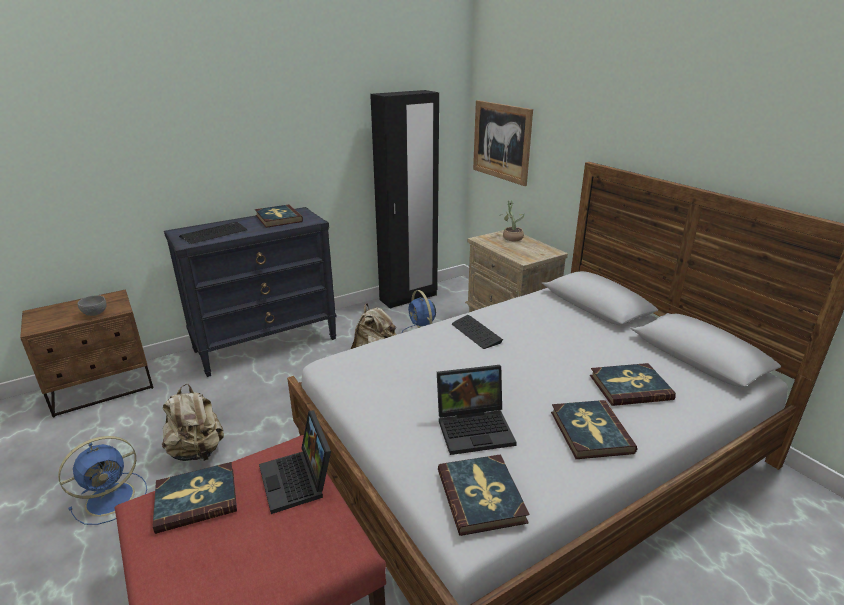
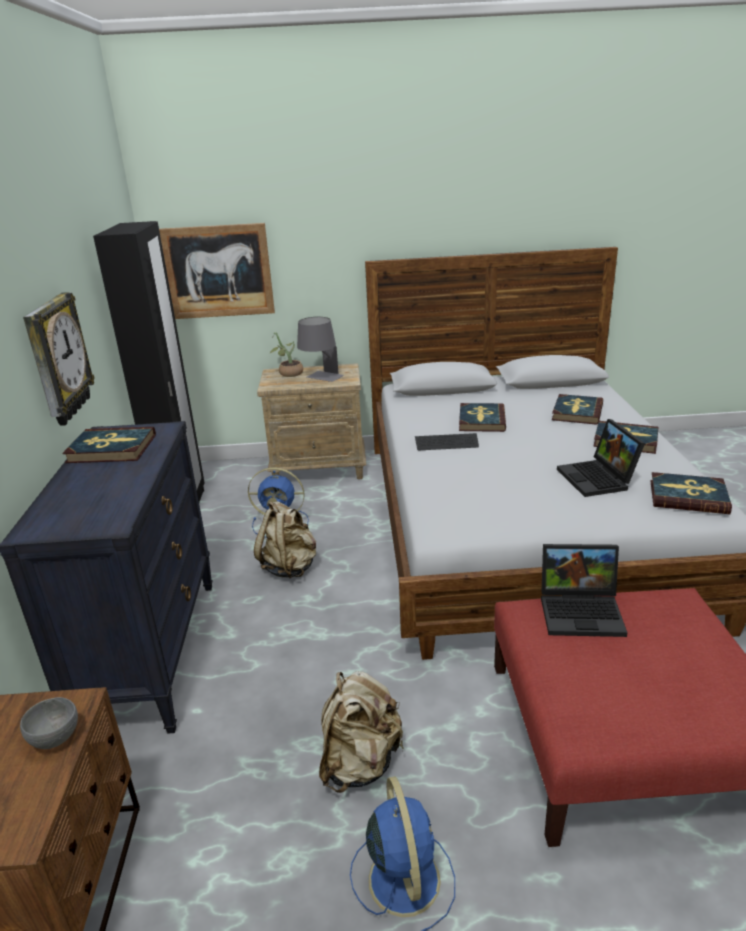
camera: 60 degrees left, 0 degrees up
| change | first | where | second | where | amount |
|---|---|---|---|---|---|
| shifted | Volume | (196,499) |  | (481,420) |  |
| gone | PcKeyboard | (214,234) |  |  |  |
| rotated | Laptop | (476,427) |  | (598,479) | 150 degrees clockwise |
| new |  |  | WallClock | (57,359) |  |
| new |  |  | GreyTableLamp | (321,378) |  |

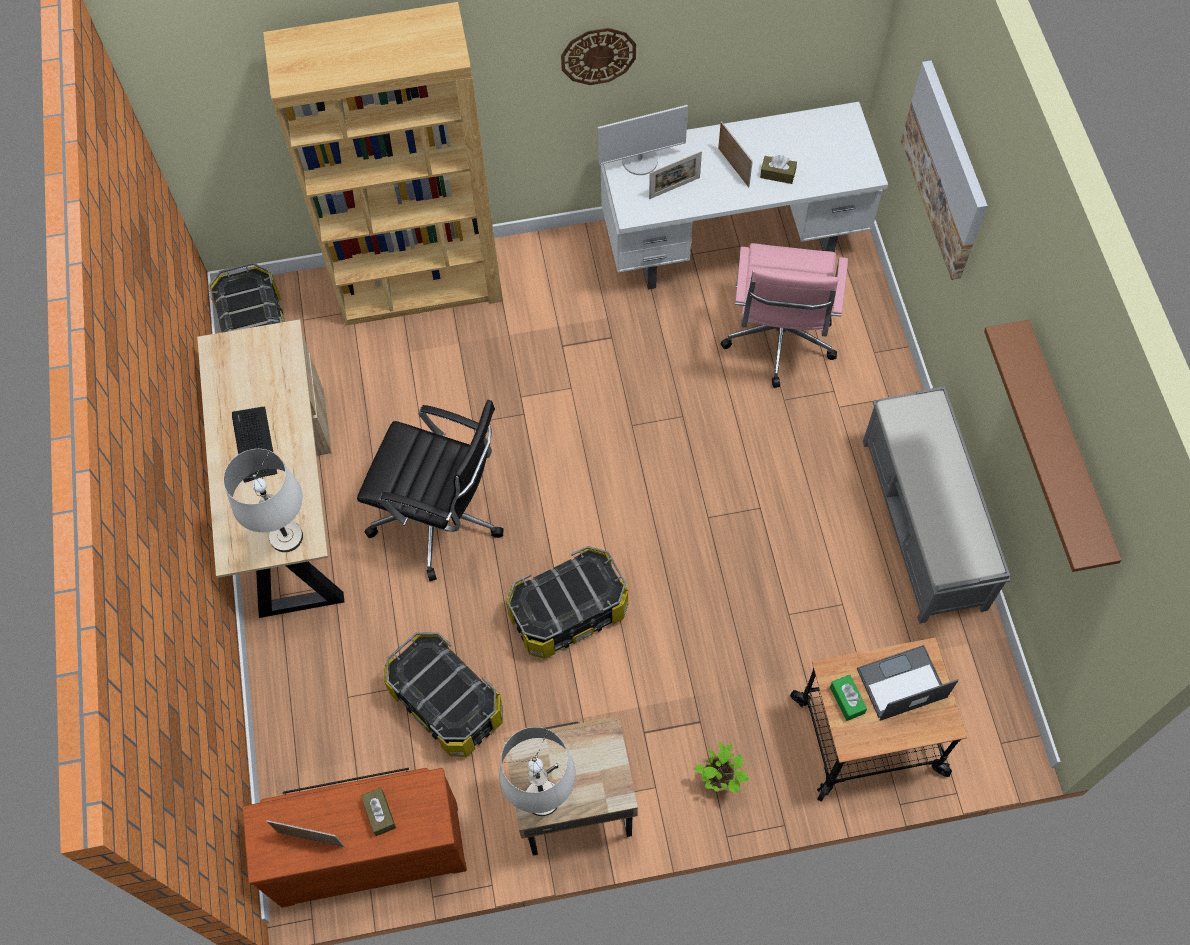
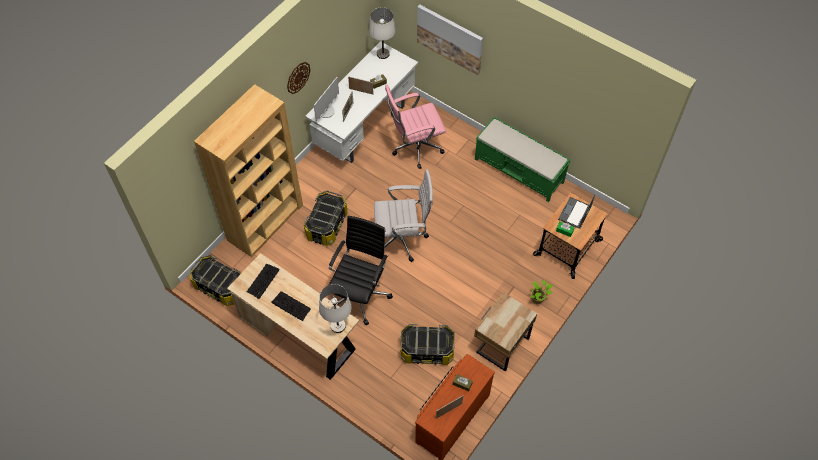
camera: 45 degrees left, 5 degrees down
| change | first | where | second | where | amount |
|---|---|---|---|---|---|
| rotated | BlackishOfficeChair | (441,518) |  | (360,294) | 45 degrees counterclockwise |
| shifted | WhitishTableLamp | (542,799) |  | (383,54) |  |
| shifted | StorageBox | (568,612) |  | (326,225) |  |
| rotated | PinkOfficeChair | (778,343) |  | (415,148) | 105 degrees clockwise |
| repainted | GreyIndoorBench | (924,525) | GreenColouredIndoorBench | (519,171) |  |
| gone | BrownColouredWallShelf | (1066,447) |  |  |  |
| new |  |  | PcKeyboard | (263,281) |  |
| new |  |  | WhitishOfficeChair | (403,239) |  |

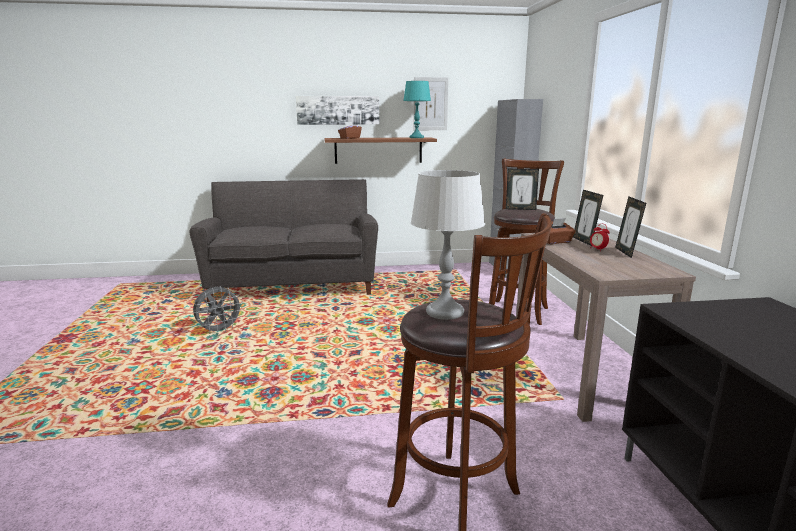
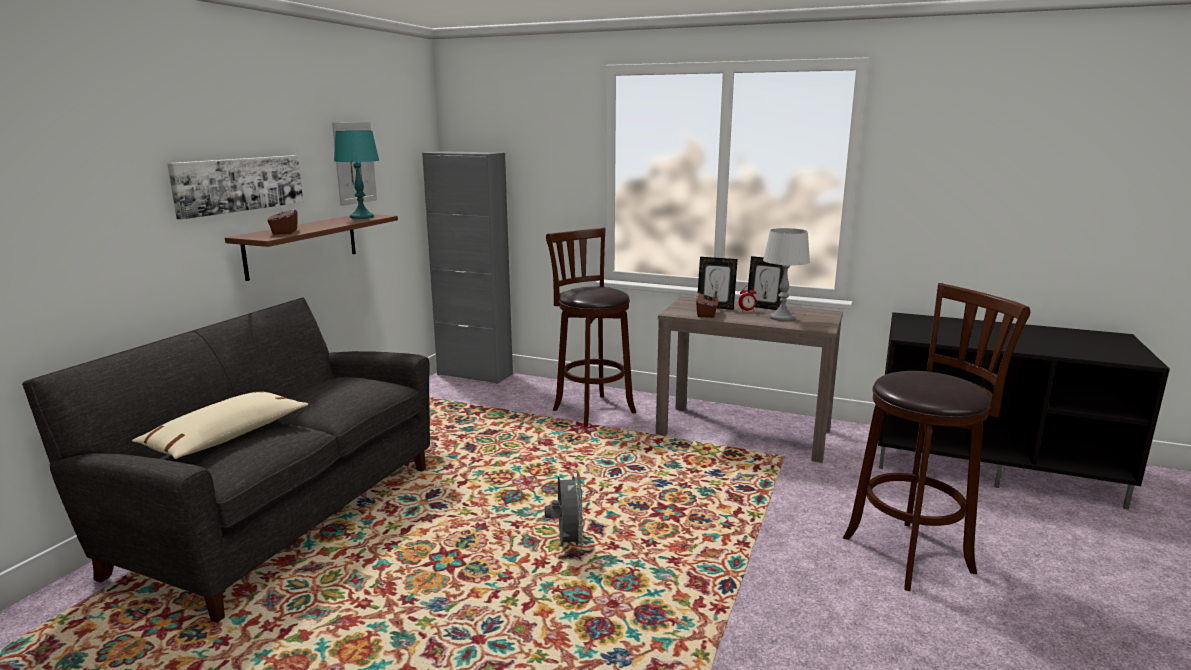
camera: 60 degrees left, 0 degrees up
| change | first | where | second | where | amount |
|---|---|---|---|---|---|
| shifted | GreyCoolingFan | (219,331) |  | (567,544) |  |
| shifted | GreyTableLamp | (445,312) |  | (782,318) |  |
| gone | PictureFrame | (520,209) |  |  |  |
| new |  |  | BeigeThrowPillow | (226,437) |  |

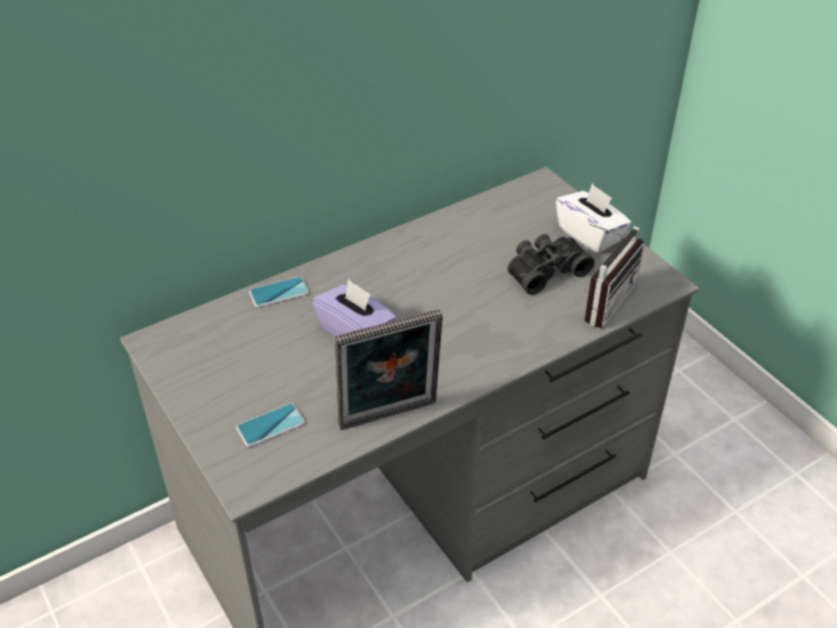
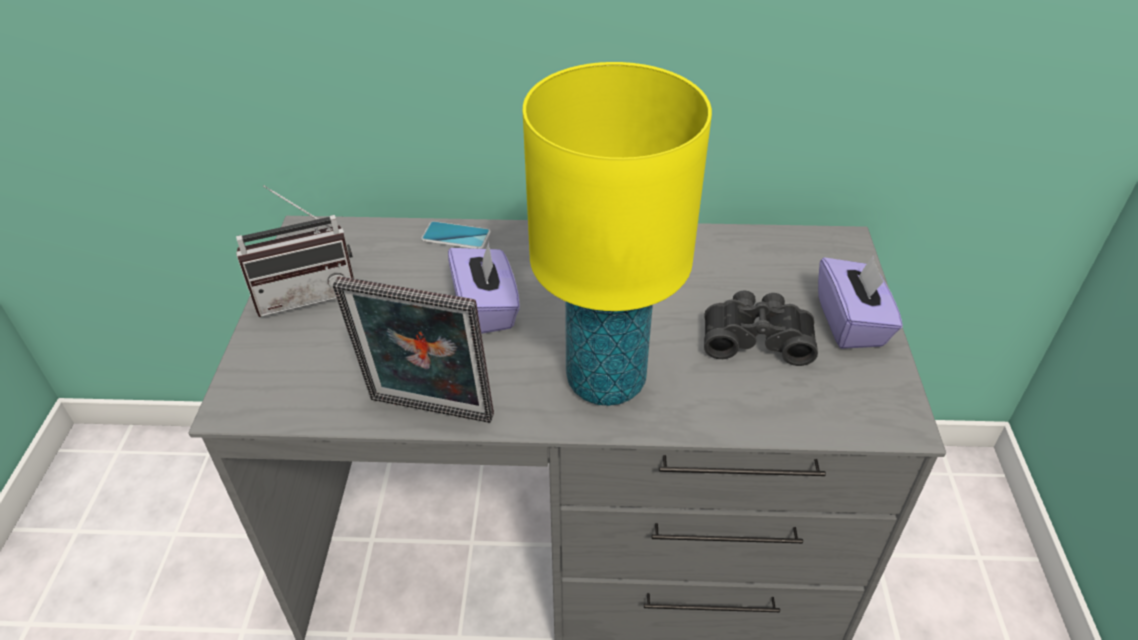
camera: 35 degrees right, 0 degrees up
| change | first | where | second | where | amount |
|---|---|---|---|---|---|
| gone | Telephone | (270,425) |  |  |  |
| repainted | WhitishBoxOfTissues | (590,235) | PurplishBoxOfTissues | (851,323) |  |
| shifted | Radio | (601,299) |  | (306,292) |  |
| new |  |  | YellowTableLamp | (606,381) |  |

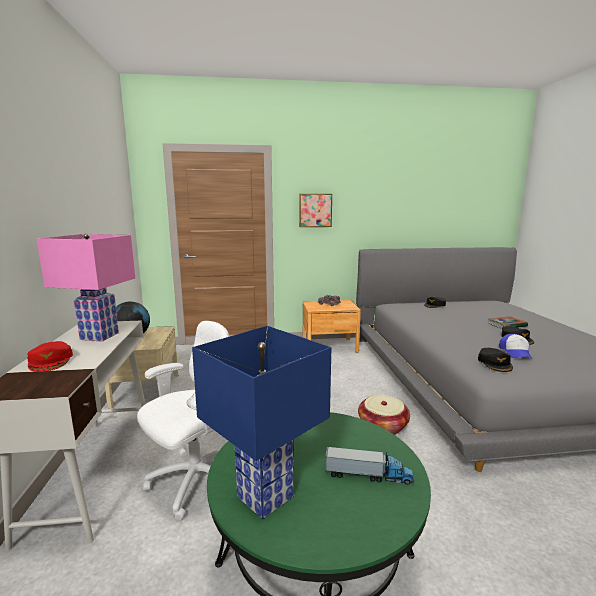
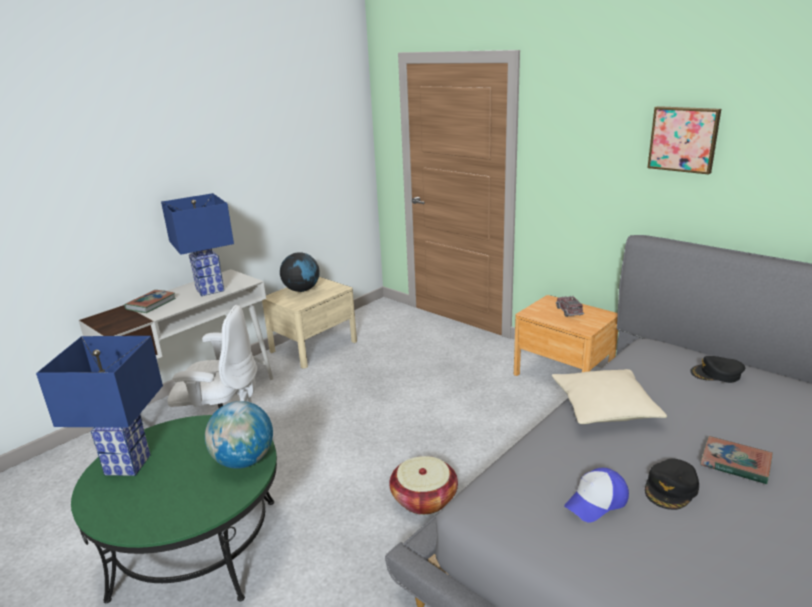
camera: 50 degrees right, 10 degrees up
| change | first | where | second | where | amount |
|---|---|---|---|---|---|
| swapped | RedCap | (51,361) | Volume | (151,304) |  |
| repainted | PinkTableLamp | (99,336) | BlueColouredTableLamp | (210,289) |  |
| shifted | Picture | (315,210) |  | (684,139) |  |
| gone | ModelTruck | (368,475) |  |  |  |
| gone | BlackishCap | (495,363) |  |  |  |
| new |  |  | Globe | (244,461) |  |
| new |  |  | BeigeThrowPillow | (604,408) |  |

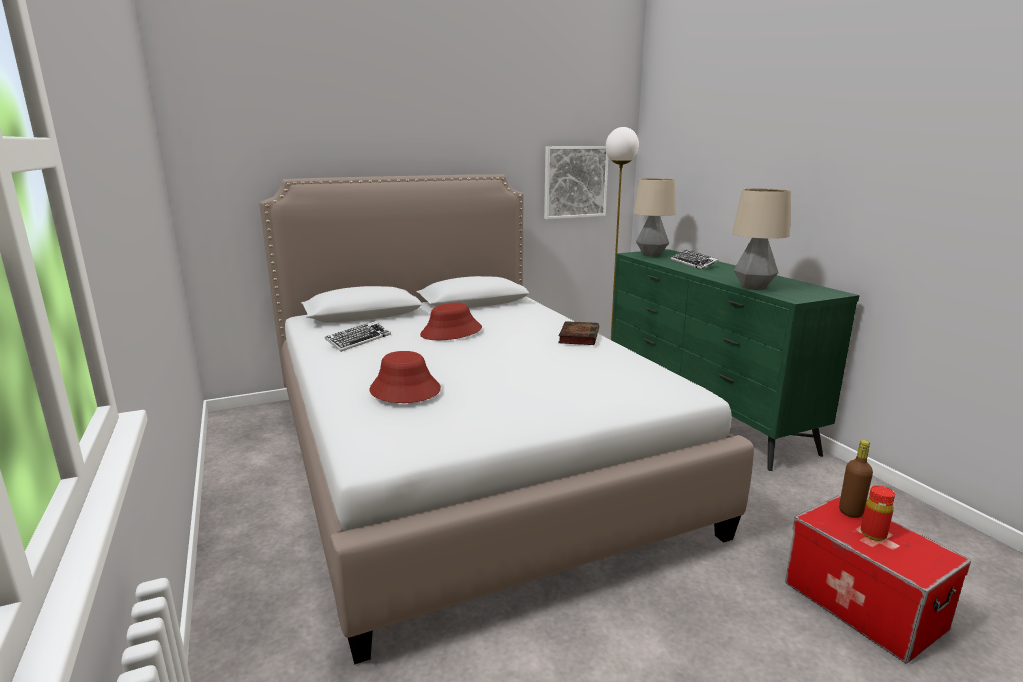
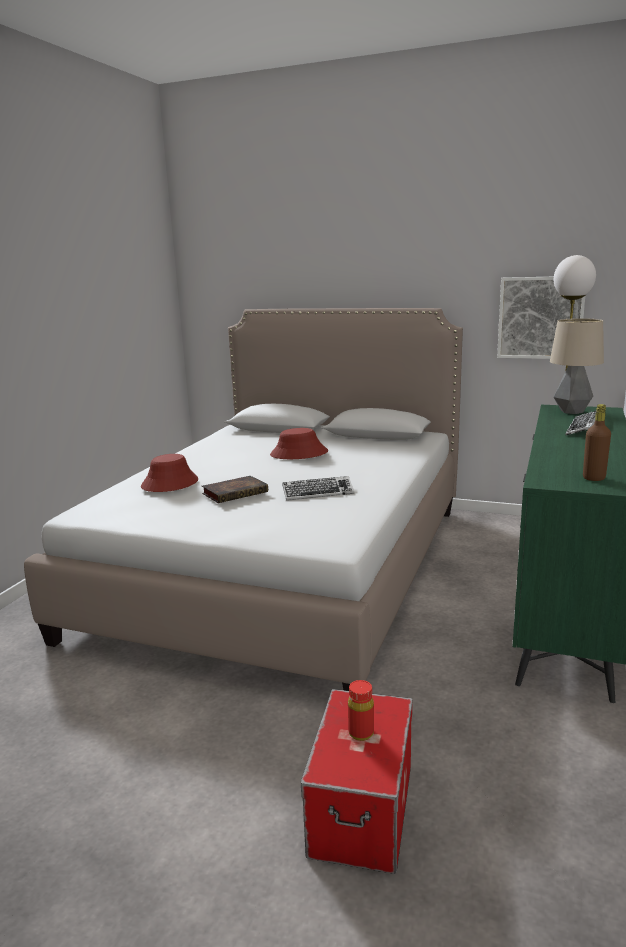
camera: 45 degrees right, 0 degrees up
| change | first | where | second | where | amount |
|---|---|---|---|---|---|
| shifted | PcKeyboard | (359,340) |  | (318,493) |  |
| shifted | Volume | (578,336) |  | (236,493) |  |
| gone | TableLamp | (753,287) |  |  |  |
| shifted | BrownColouredBeverageBottle | (850,512) |  | (594,478) |  |

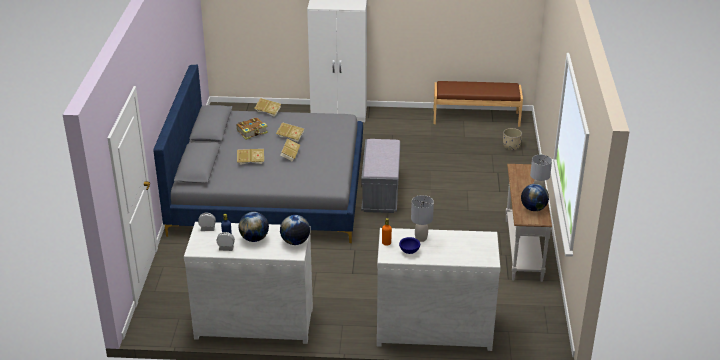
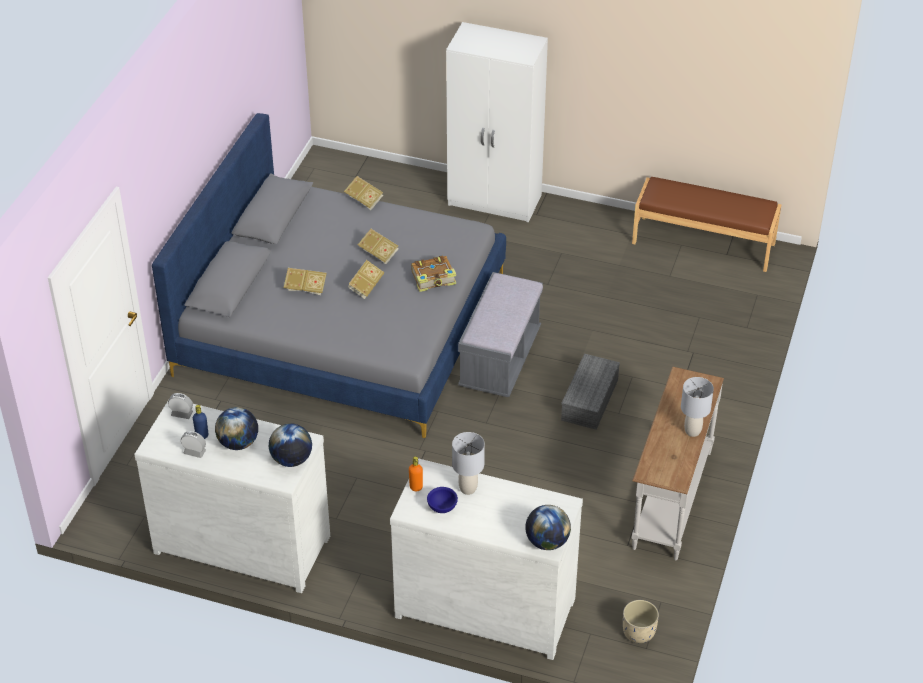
camera: 15 degrees right, 10 degrees up
| change | first | where | second | where | amount |
|---|---|---|---|---|---|
| shifted | Volume | (252,132) |  | (434,279) |  |
| shifted | BeigeFlowerPot | (511,146) |  | (639,632) |  |
| shifted | Globe | (533,208) |  | (547,542) |  |
| new |  |  | GreyStorageBox | (590,401) |  |

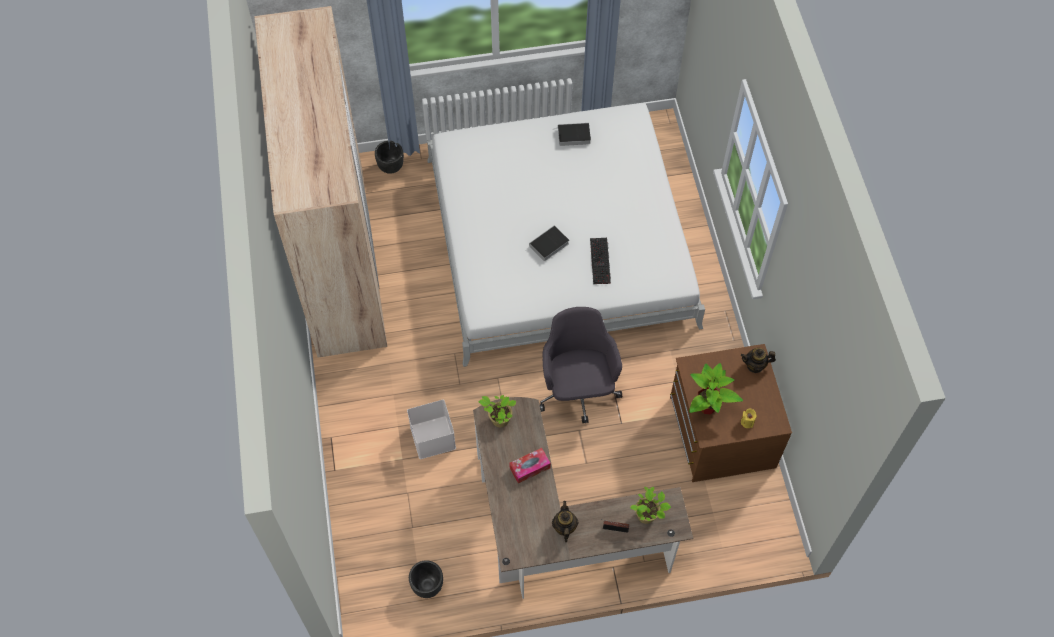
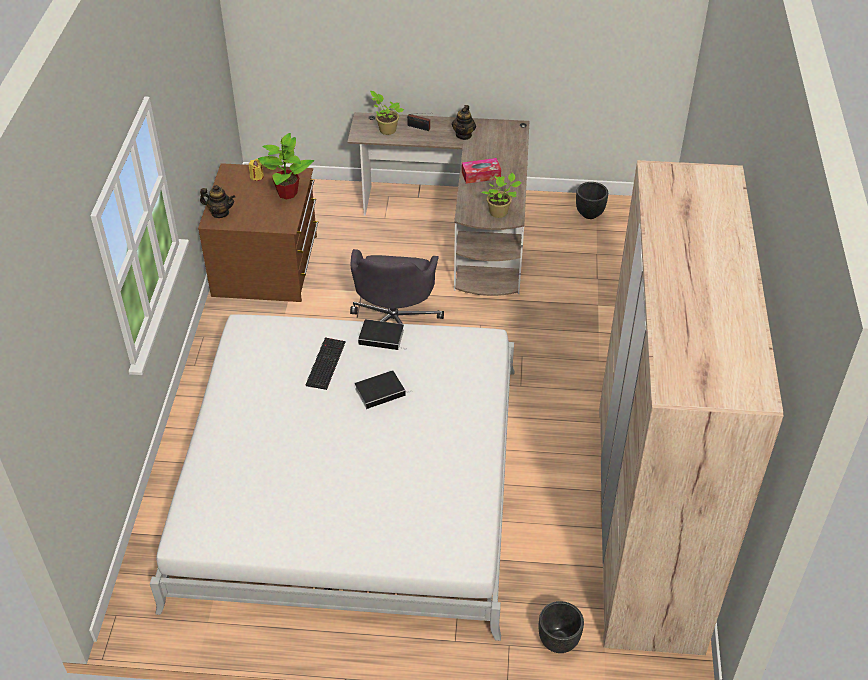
camera: 165 degrees left, 15 degrees down
| change | first | where | second | where | amount |
|---|---|---|---|---|---|
| gone | WhitishStorageBox | (434,438) |  |  |  |
| shifted | Volume | (573,136) |  | (383,337) |  |

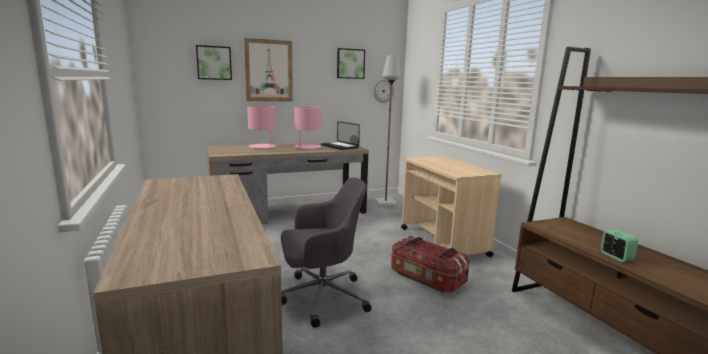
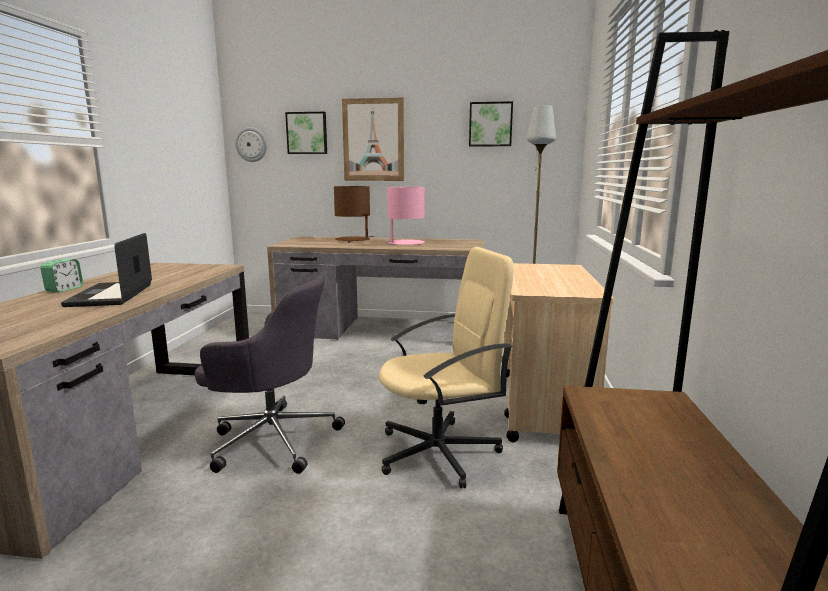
camera: 30 degrees right, 0 degrees up
| change | first | where | second | where | amount |
|---|---|---|---|---|---|
| repainted | PinkTableLamp | (262,147) | BrownColouredTableLamp | (353,240) |  |
| shifted | Laptop | (339,146) |  | (111,295) |  |
| shifted | WallClock | (383,91) |  | (251,144) |  |
| swapped | StorageBox | (426,278) | BeigeOfficeChair | (440,452) |  |
| shifted | TableClock | (616,257) |  | (64,289) |  |

